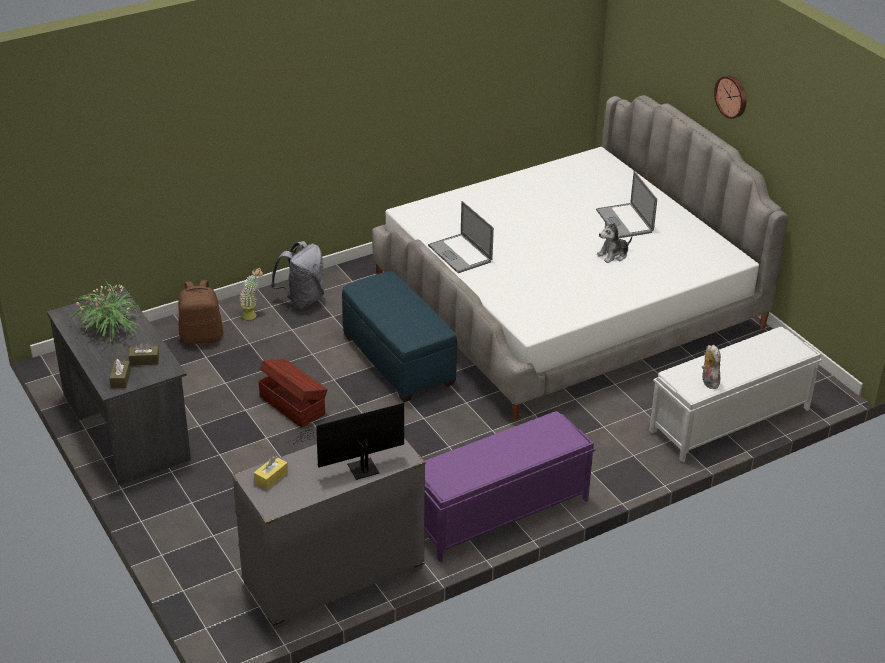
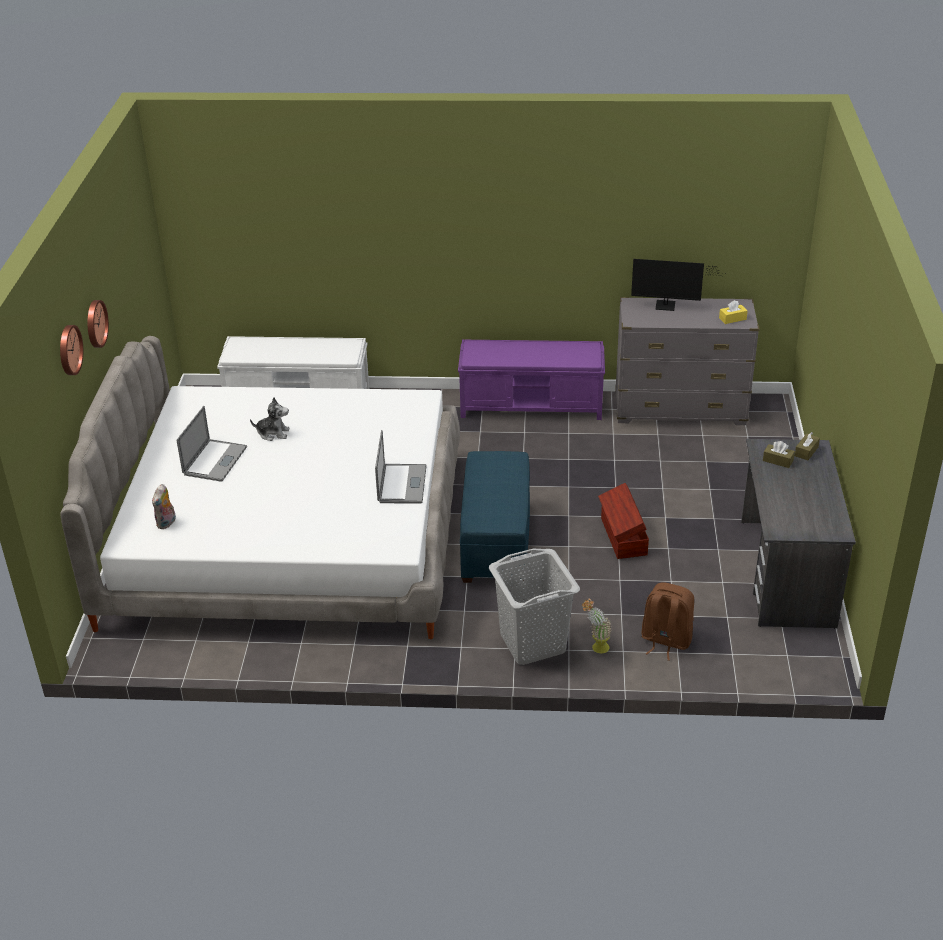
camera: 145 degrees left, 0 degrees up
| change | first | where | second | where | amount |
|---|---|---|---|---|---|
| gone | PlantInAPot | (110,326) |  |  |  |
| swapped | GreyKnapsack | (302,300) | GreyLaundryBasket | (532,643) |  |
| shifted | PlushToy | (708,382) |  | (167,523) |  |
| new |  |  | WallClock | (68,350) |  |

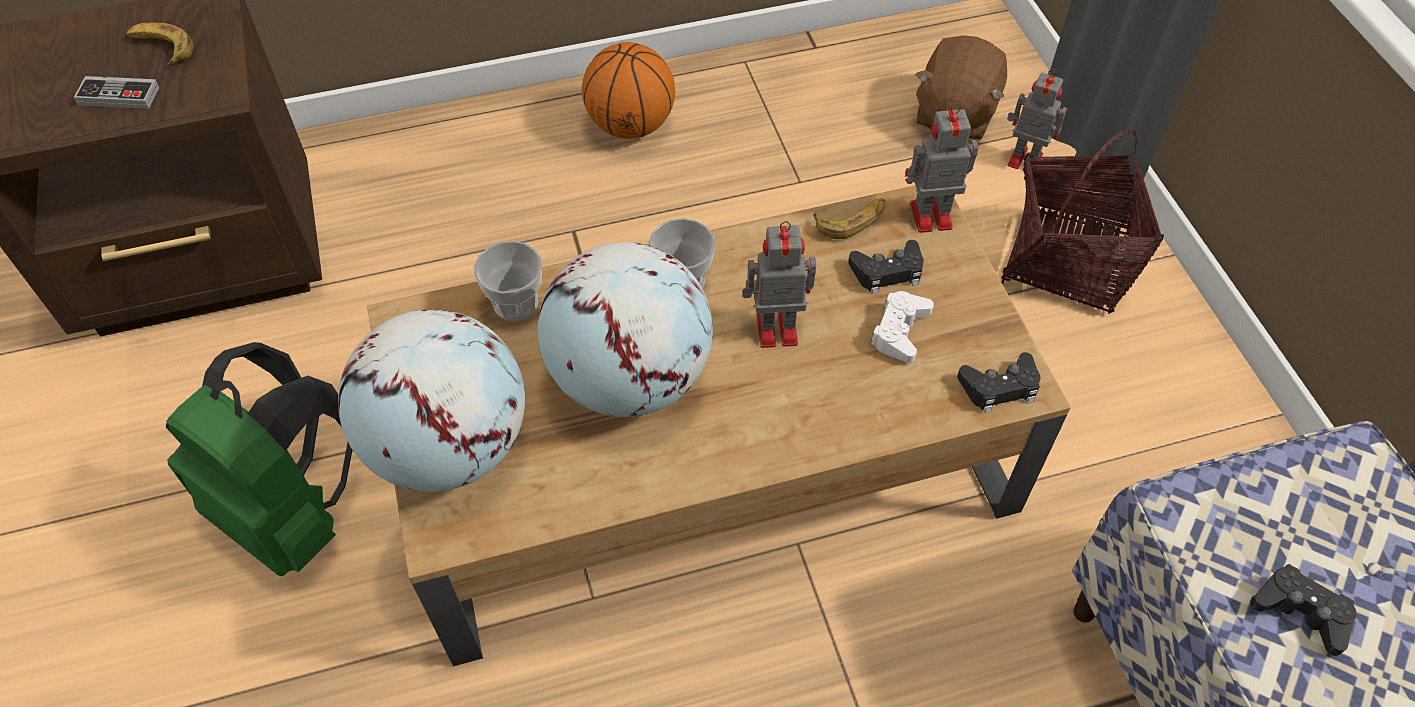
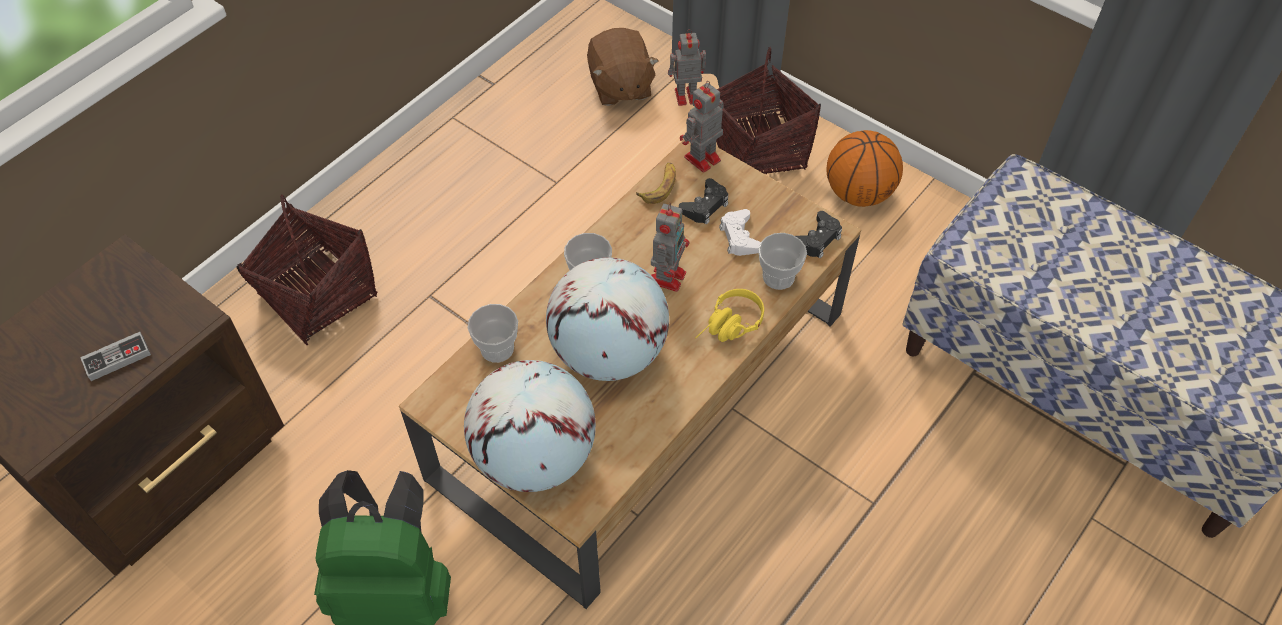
camera: 35 degrees left, 0 degrees up
| change | first | where | second | where | amount |
|---|---|---|---|---|---|
| gone | WholeBanana | (161,48) |  |  |  |
| shifted | BallForBasketball | (631,125) |  | (858,193) |  |
| rotated | RobotFigure | (774,329) |  | (668,276) | 150 degrees clockwise |
| gone | BlackishGamepad | (1300,612) |  |  |  |
| new |  |  | HouseholdBasket | (318,295) |  |
| new |  |  | YellowHeadphones | (729,327) |  |
| new |  |  | Cup | (778,277) |  |

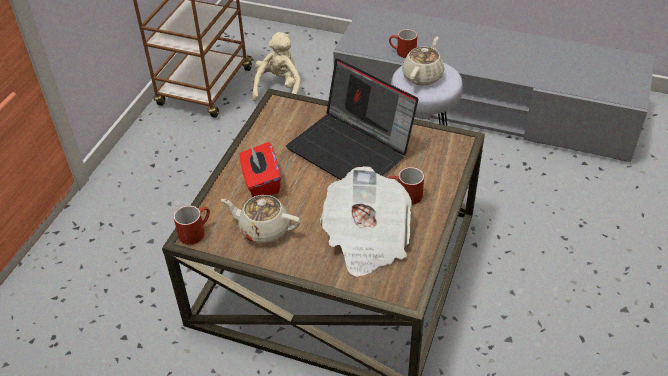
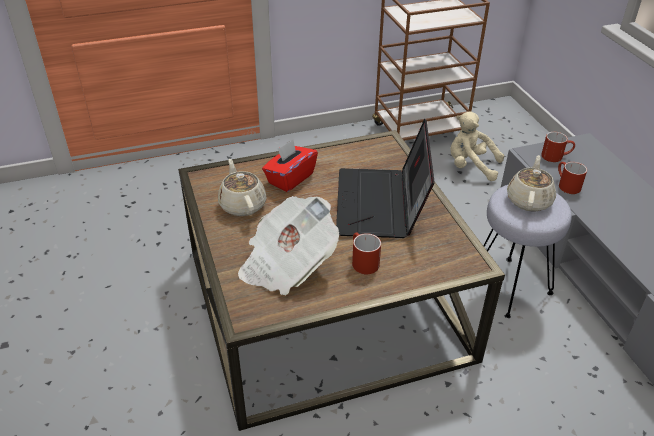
camera: 50 degrees right, 5 degrees down
| change | first | where | second | where | amount |
|---|---|---|---|---|---|
| shifted | RedTeaMug | (195,231) |  | (556,156) |  |
| rotated | BeigePlushToy | (279,89) |  | (470,166) | 135 degrees counterclockwise |
| rotated | BeigeTeaPot | (423,76) |  | (529,200) | 60 degrees counterclockwise |

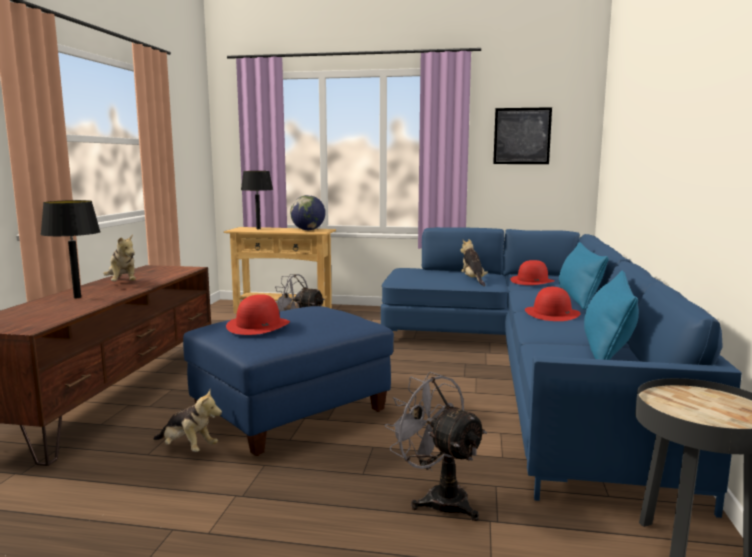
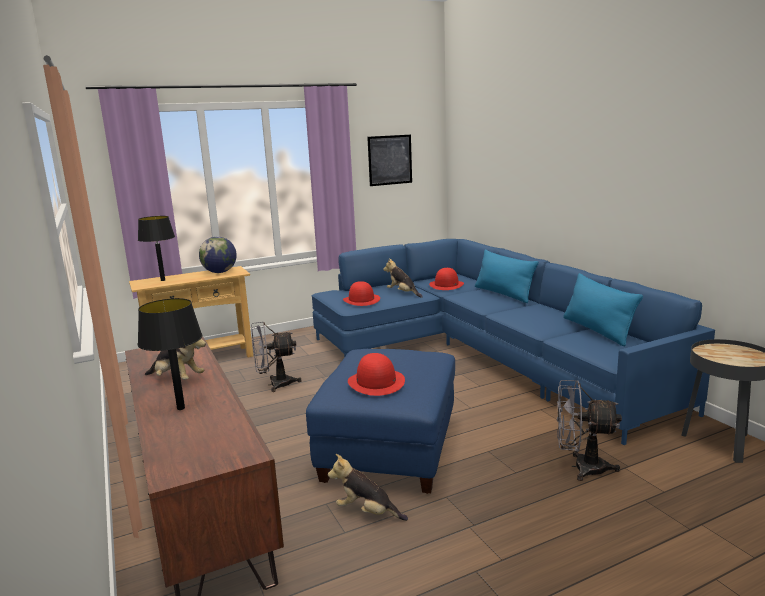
camera: 35 degrees left, 5 degrees up
| change | first | where | second | where | amount |
|---|---|---|---|---|---|
| rotated | PlushToy | (187,448) |  | (367,512) | 150 degrees counterclockwise |
| shifted | RedWearableHat | (552,313) |  | (361,300) |  |

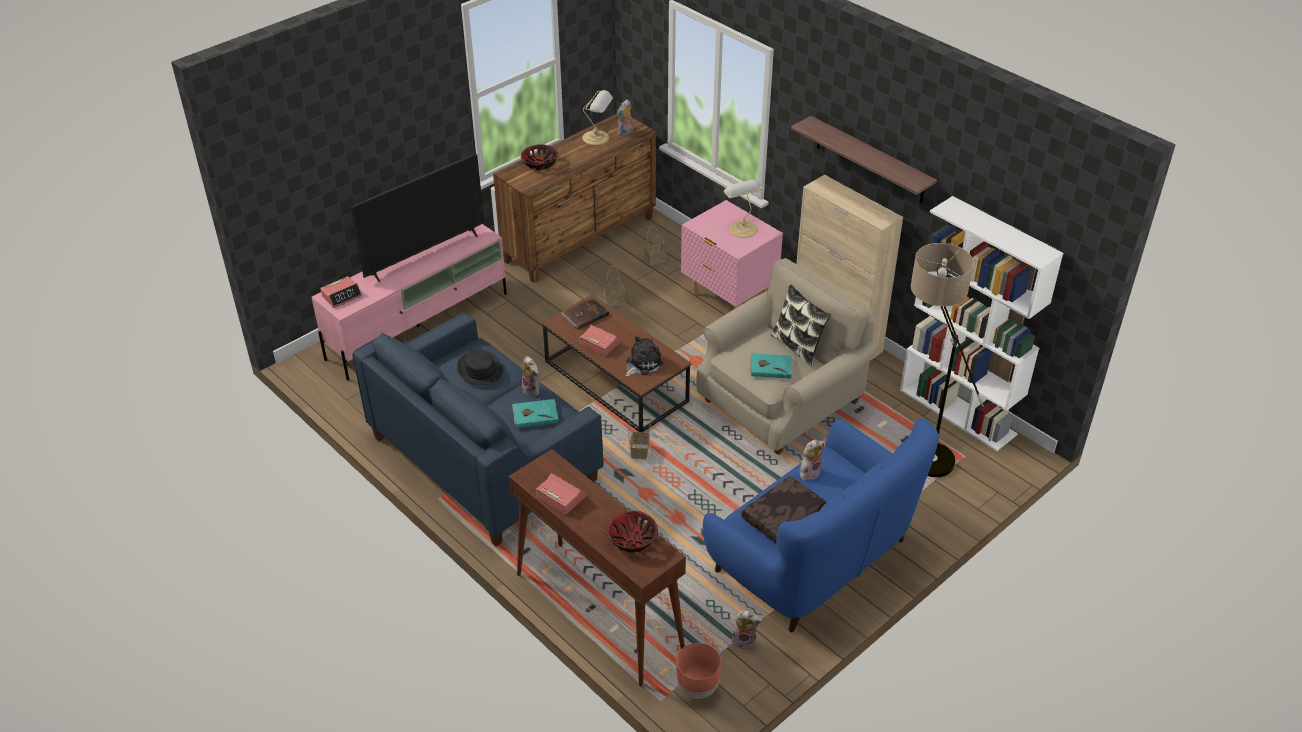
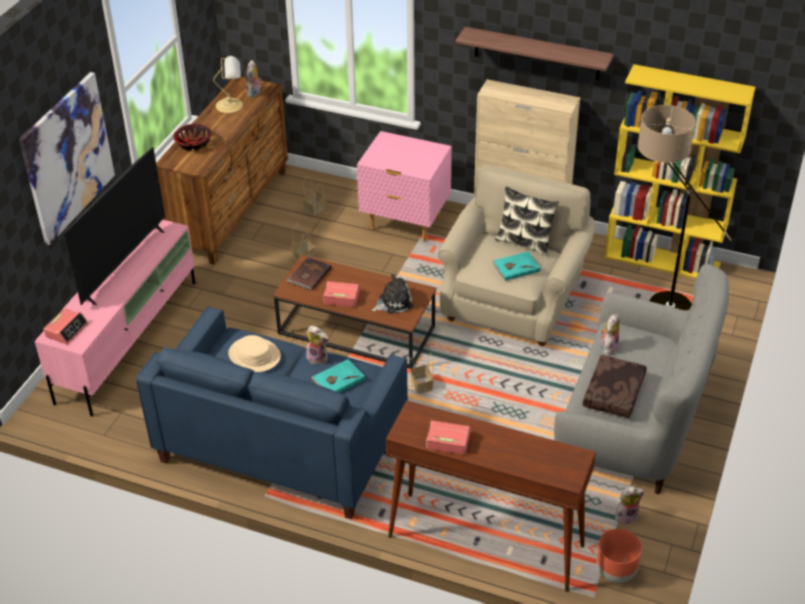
camera: 25 degrees left, 0 degrees up
| change | first | where | second | where | amount |
|---|---|---|---|---|---|
| repainted | BlackishWearableHat | (480,369) | BeigeWearableHat | (254,355) |  |
| gone | Bowl | (631,540) |  |  |  |
| rotated | PlushToy | (642,363) |  | (393,302) | 45 degrees clockwise |
| repainted | BlueColouredSettee | (813,559) | GreySettee | (633,424) |  |
| gone | TableLamp | (742,228) |  |  |  |
| repainted | WhitishShelvingUnit | (958,412) | YellowShelvingUnit | (662,260) |  |
| new |  |  | Picture | (67,157) |  |

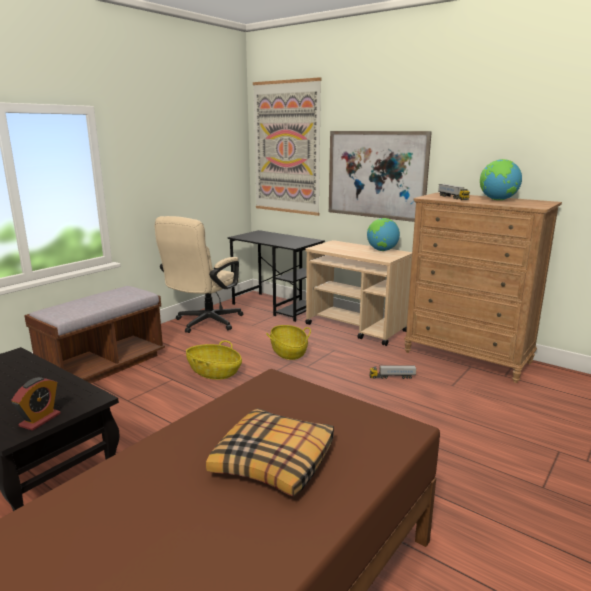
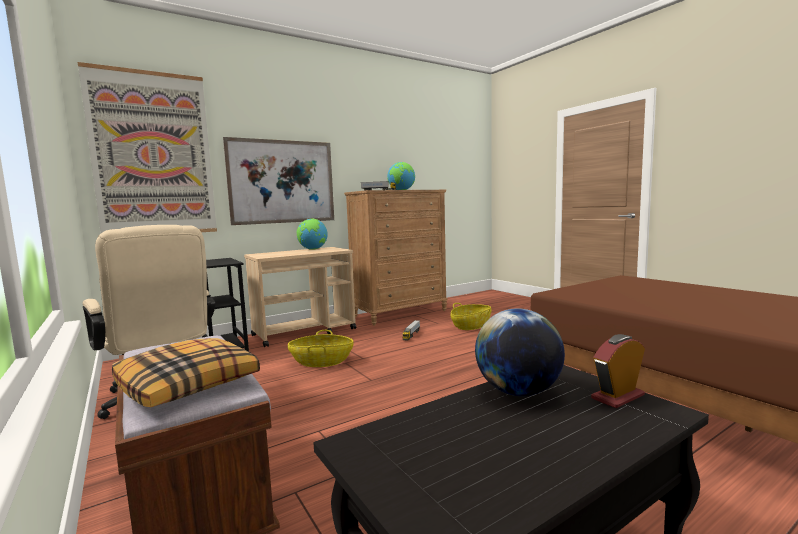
camera: 70 degrees left, 10 degrees down
| change | first | where | second | where | amount |
|---|---|---|---|---|---|
| rotated | TableClock | (40,420) |  | (617,397) | 75 degrees counterclockwise |
| shifted | HouseholdBasket | (214,372) |  | (471,326) |  |
| shifted | ThrowPillow | (274,462) |  | (189,384) |  |
| new |  |  | Globe | (518,392) |  |

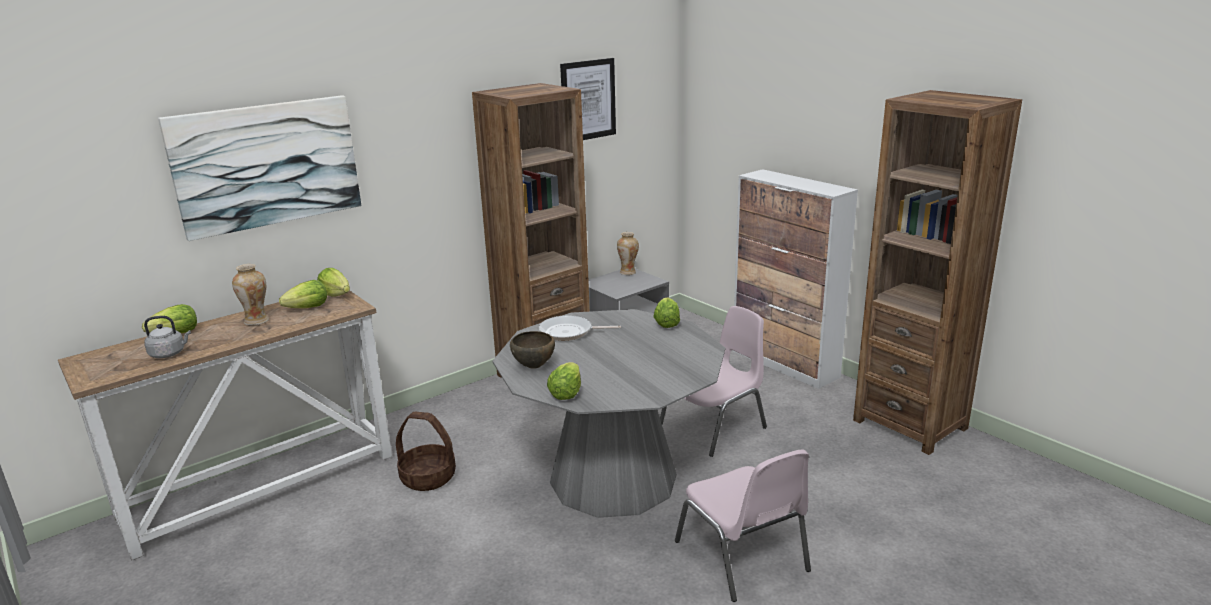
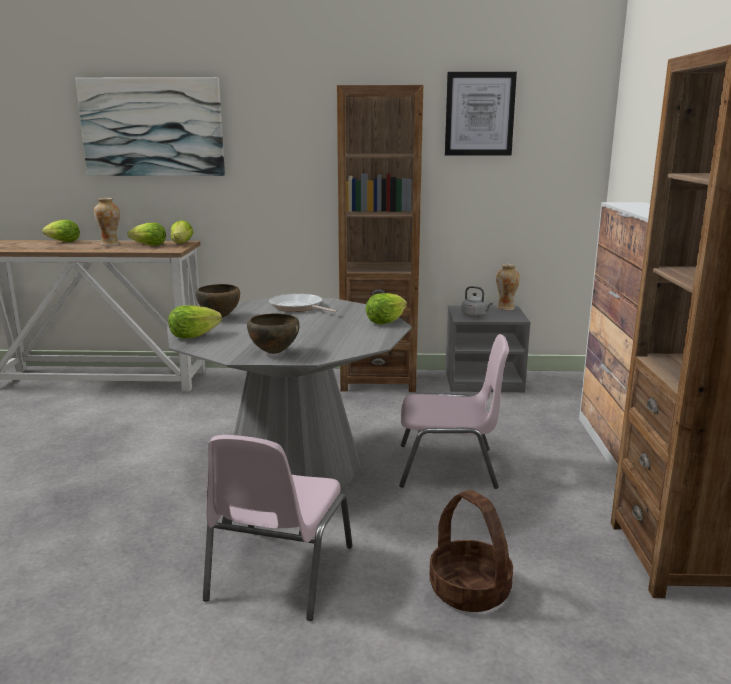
camera: 40 degrees right, 5 degrees down
| change | first | where | second | where | amount |
|---|---|---|---|---|---|
| shifted | GreyWaterKettle | (169,353) |  | (475,316) |  |
| shifted | HouseholdBasket | (427,477) |  | (469,590) |  |
| new |  |  | BrownColouredBowl | (273,352) |  |

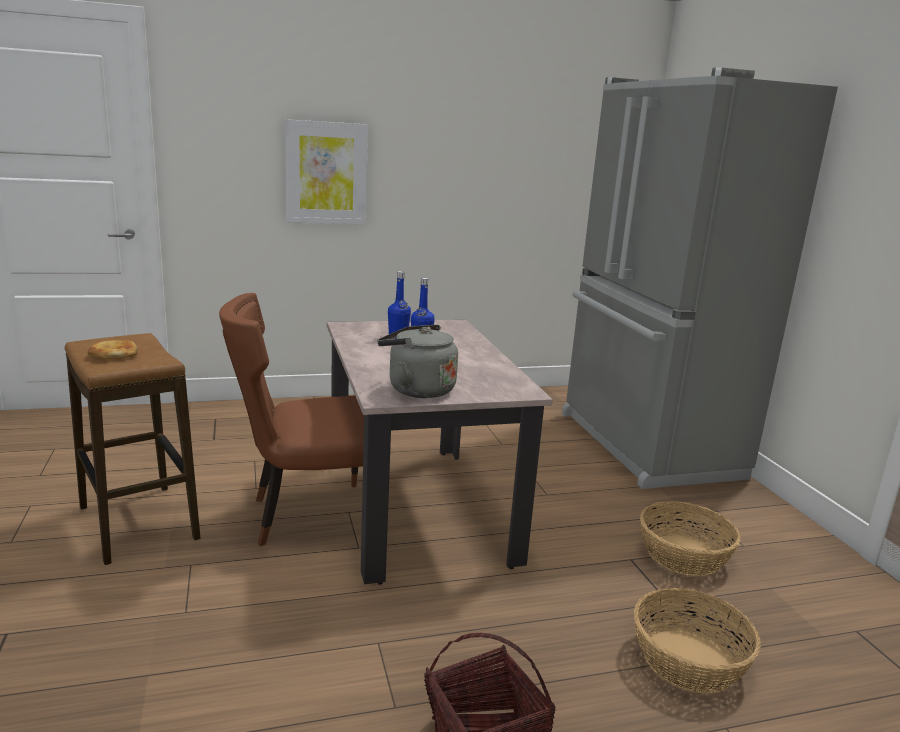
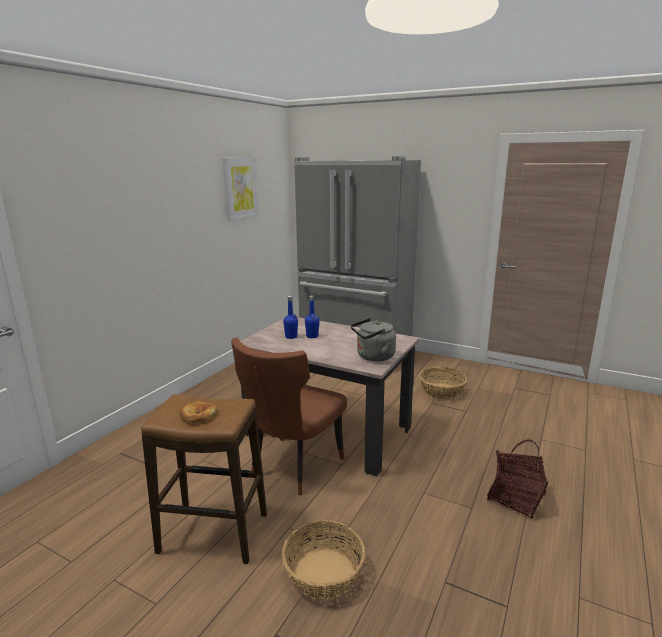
camera: 45 degrees left, 0 degrees up
| change | first | where | second | where | amount |
|---|---|---|---|---|---|
| shifted | Picture | (326,173) |  | (240,188) |  |
| shifted | HouseholdBasket | (688,659) |  | (323,573) |  |

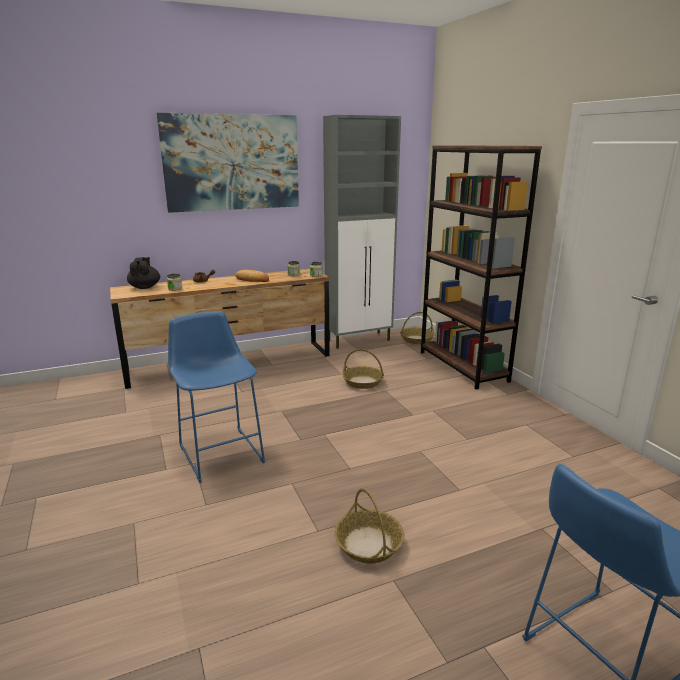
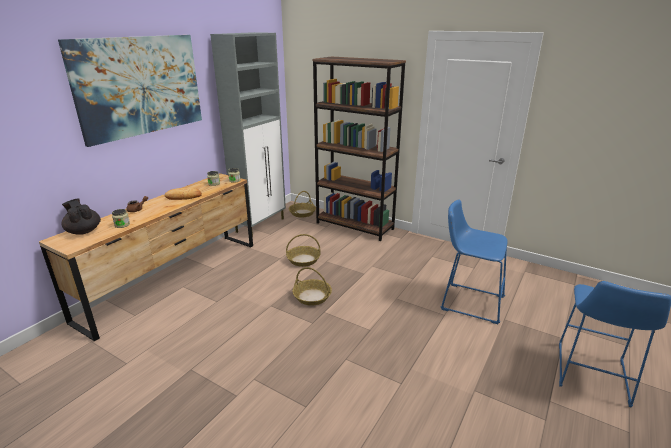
camera: 35 degrees left, 5 degrees up
| change | first | where | second | where | amount |
|---|---|---|---|---|---|
| shifted | BlueColouredSittingStool | (220,451) |  | (468,302) |  |
| shifted | HouseholdBasket | (369,544) |  | (312,296) |  |

